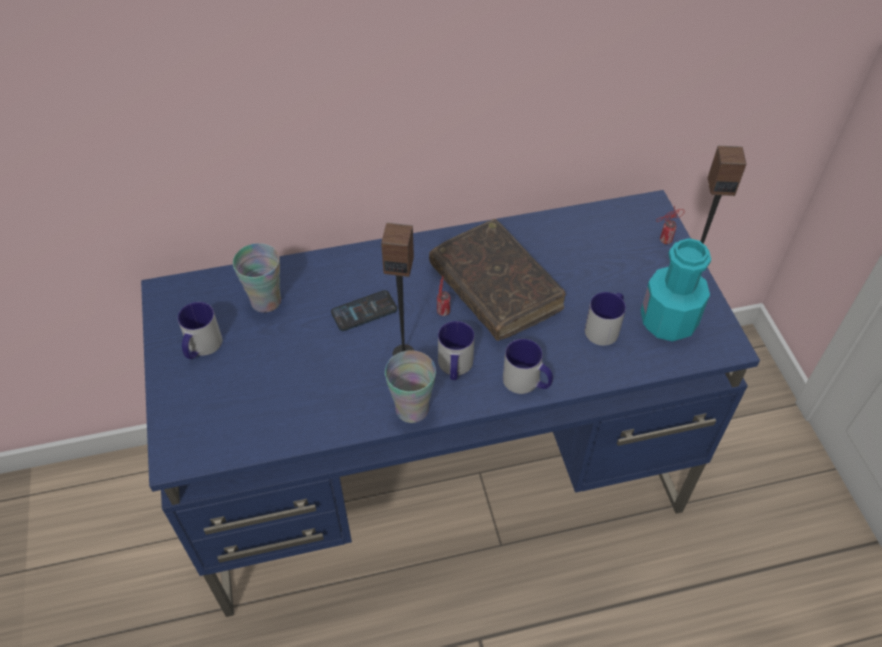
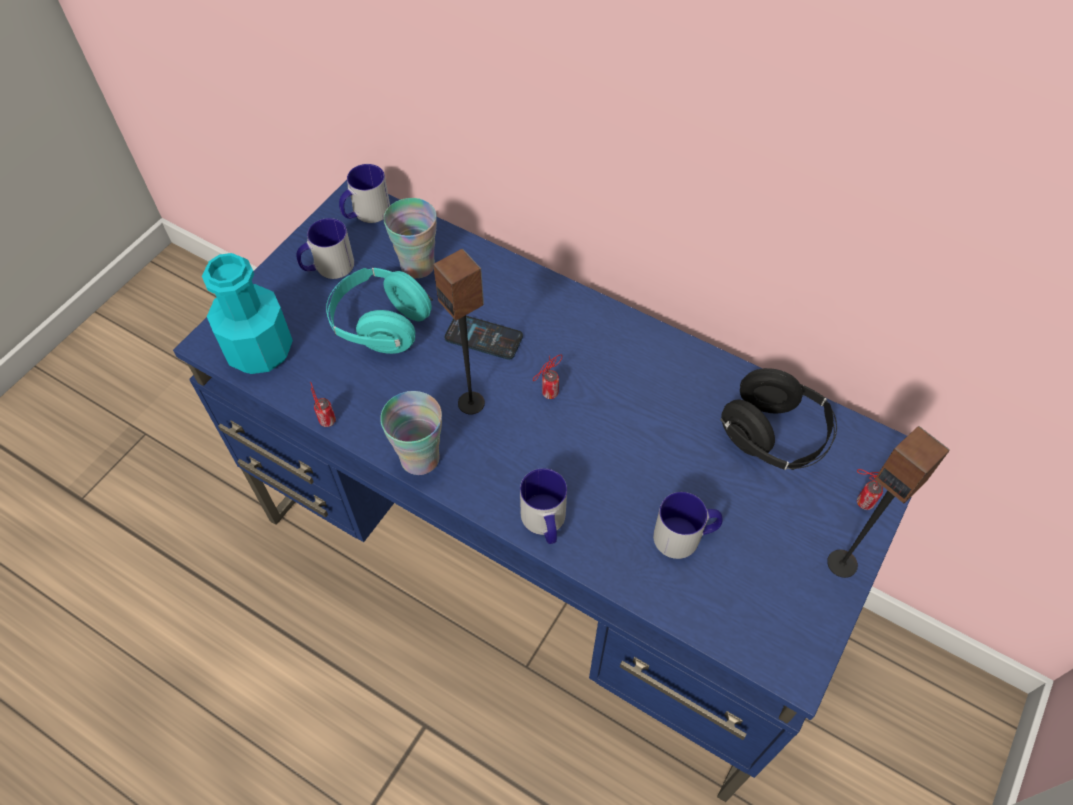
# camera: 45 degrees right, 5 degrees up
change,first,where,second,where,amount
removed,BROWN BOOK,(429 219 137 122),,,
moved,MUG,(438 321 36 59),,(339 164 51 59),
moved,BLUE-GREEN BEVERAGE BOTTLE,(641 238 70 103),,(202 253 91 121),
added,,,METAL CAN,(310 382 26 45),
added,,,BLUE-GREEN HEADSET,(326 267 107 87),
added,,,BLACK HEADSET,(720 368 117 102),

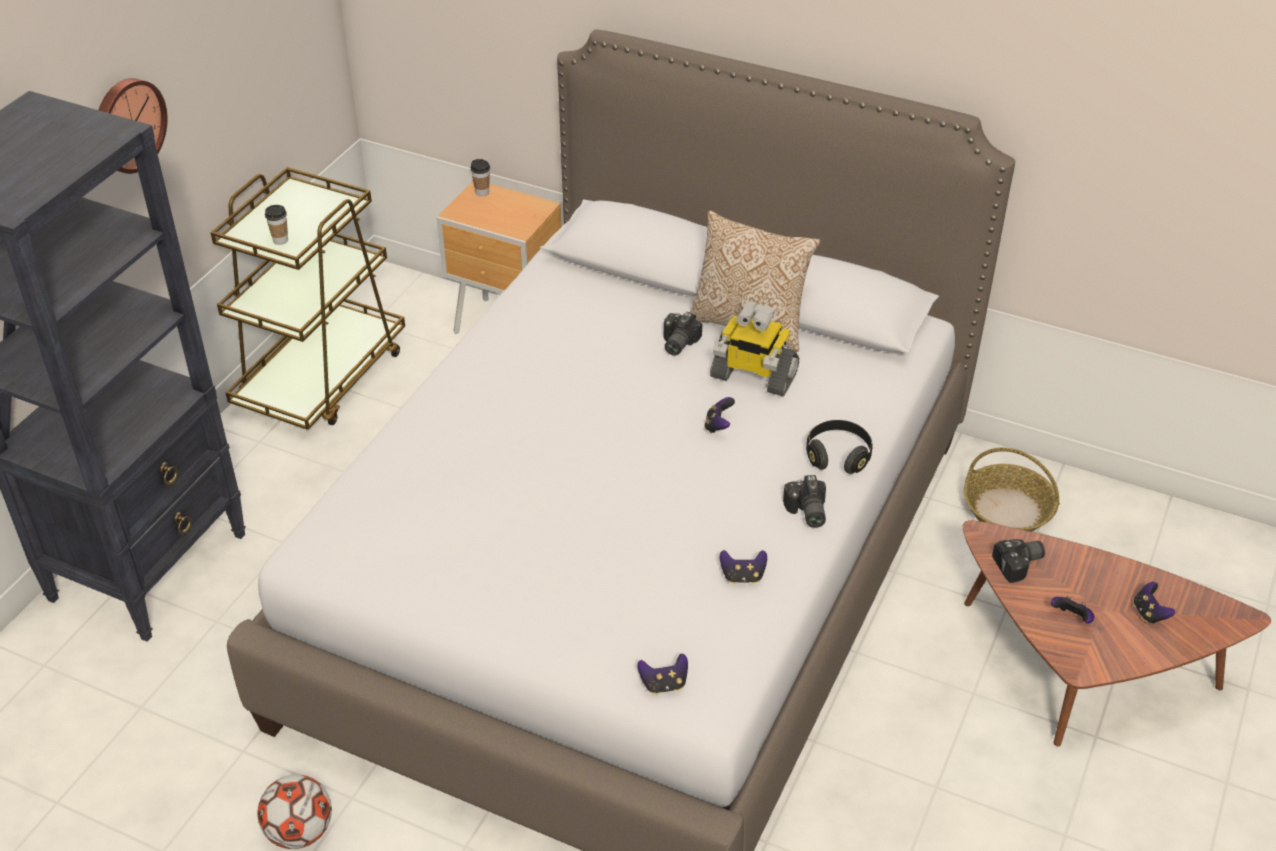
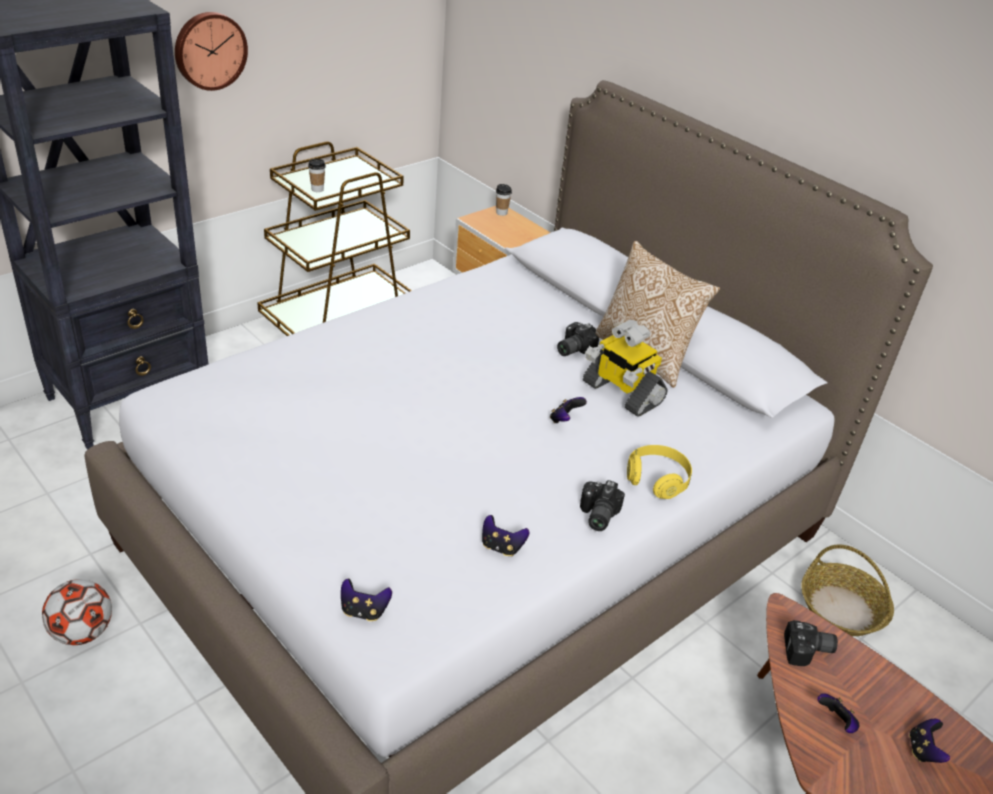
# camera: 20 degrees right, 5 degrees down
change,first,where,second,where,amount
recoloured,BLACK HEADSET,(806 420 67 54),YELLOW HEADSET,(627 445 65 54),

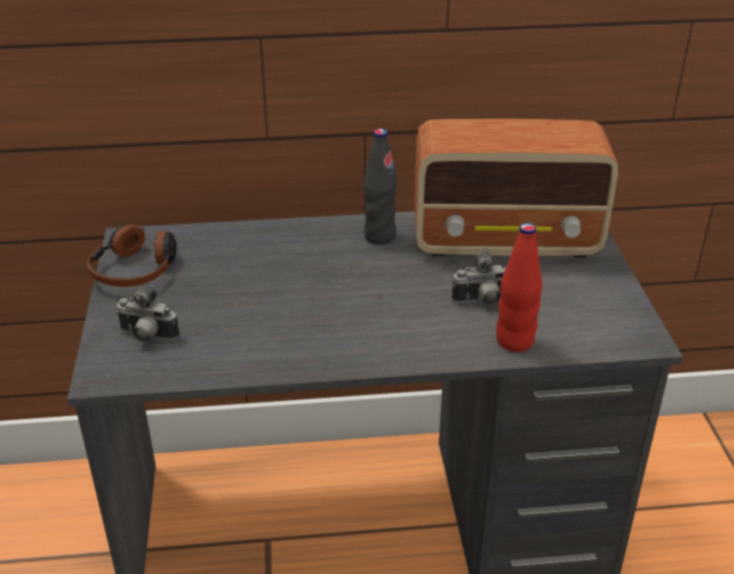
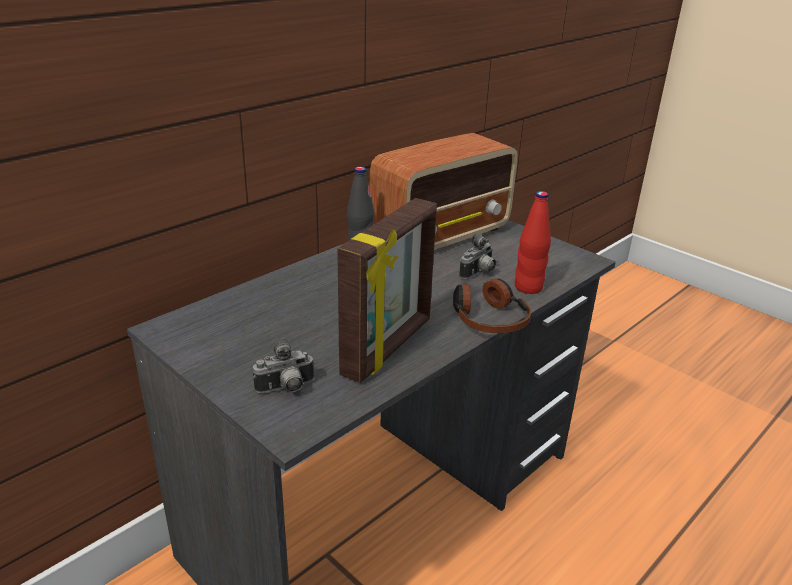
# camera: 40 degrees left, 5 degrees down
change,first,where,second,where,amount
moved,HEADSET,(87 224 90 63),,(453 279 78 54),
added,,,PICTURE FRAME,(337 198 100 185),

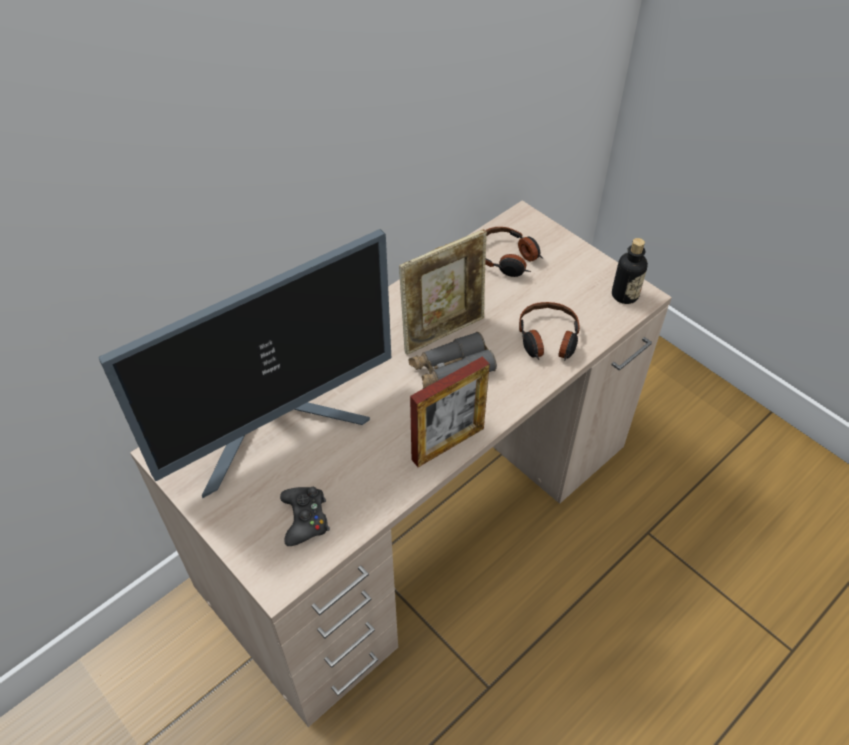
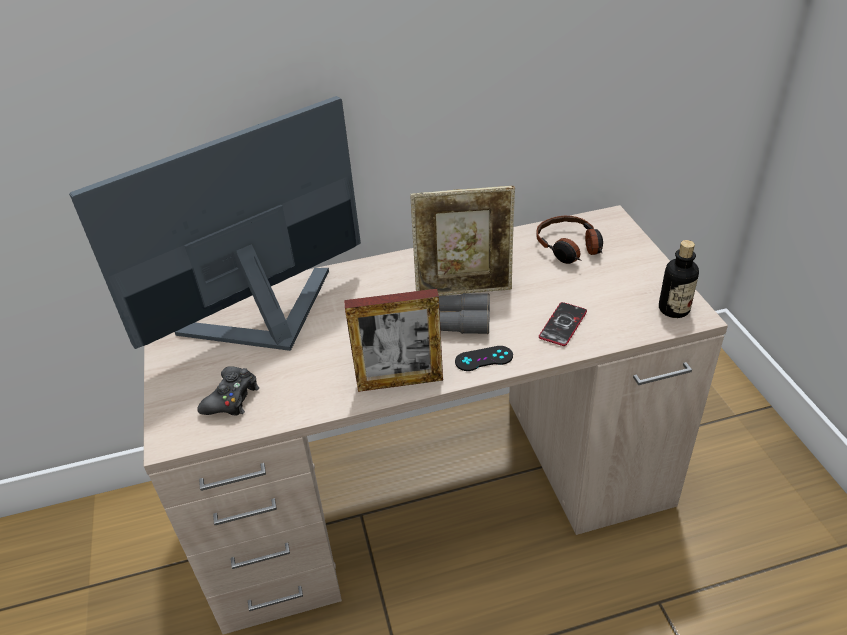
# camera: 30 degrees right, 10 degrees down
change,first,where,second,where,amount
turned,COMPUTER DISPLAY,(99 229 292 269),,(69 96 292 255),150 degrees clockwise
replaced,HEADSET,(519 302 61 59),HANDSET,(539 302 48 44),
added,,,BLACK JOYPAD,(455 346 58 25),

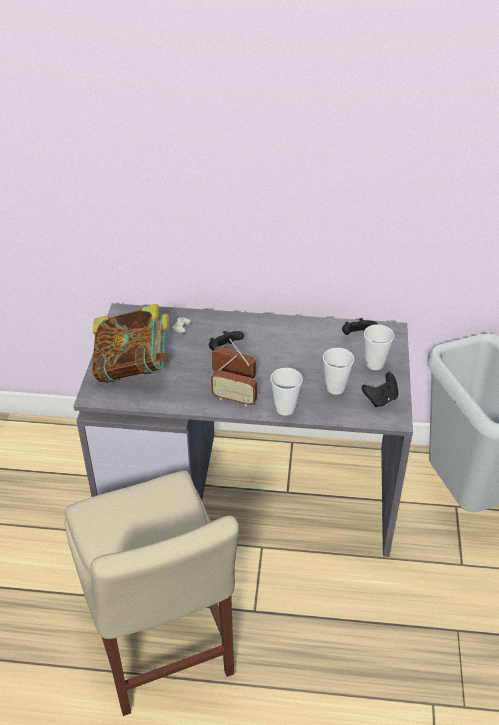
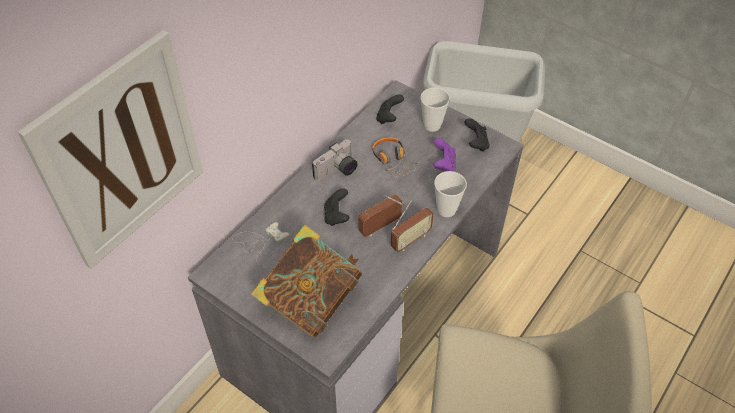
# camera: 60 degrees left, 10 degrees up
change,first,where,second,where,amount
replaced,CUP,(323 348 31 47),PURPLE JOYPAD,(433 138 23 33),
added,,,WALL ART,(18 30 185 239),
added,,,STILL CAMERA,(312 140 46 41),
added,,,HEADSET,(372 137 48 44),

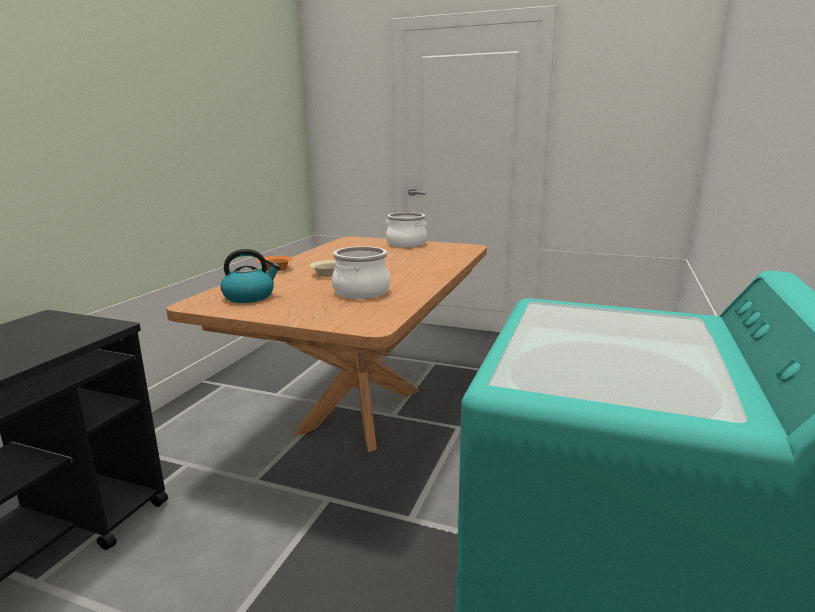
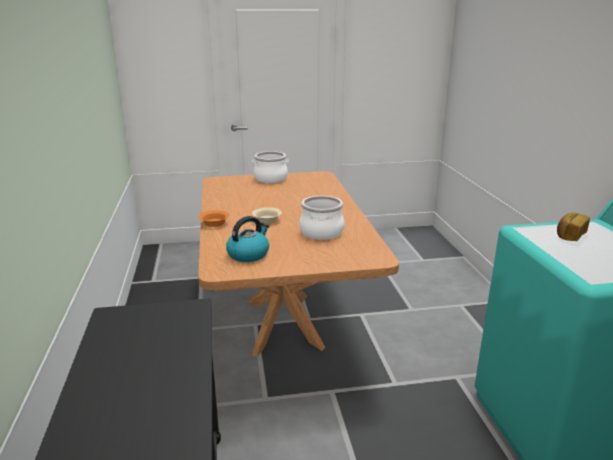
# camera: 30 degrees left, 5 degrees up
change,first,where,second,where,amount
added,,,BAKED BREAD,(557 213 33 28),

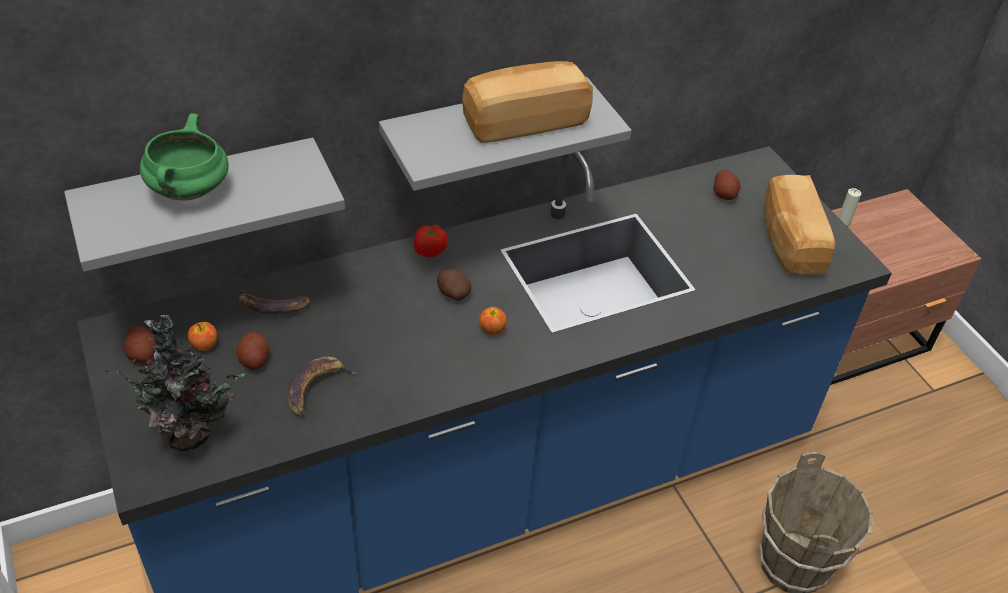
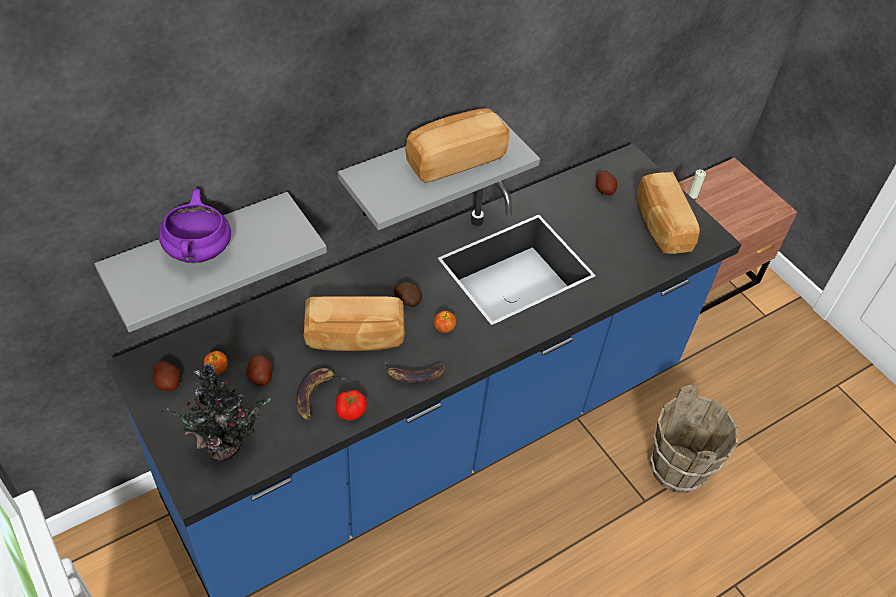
# camera: 10 degrees left, 5 degrees up
change,first,where,second,where,amount
recoloured,GREEN-COLOURED STOCKPOT,(140 113 89 88),PURPLE STOCKPOT,(159 189 72 74),
moved,BANANA,(238 289 73 25),,(384 361 61 22),
moved,WHOLE TOMATO,(413 225 35 33),,(335 390 32 31),
added,,,BAKED BREAD,(304 296 101 55),

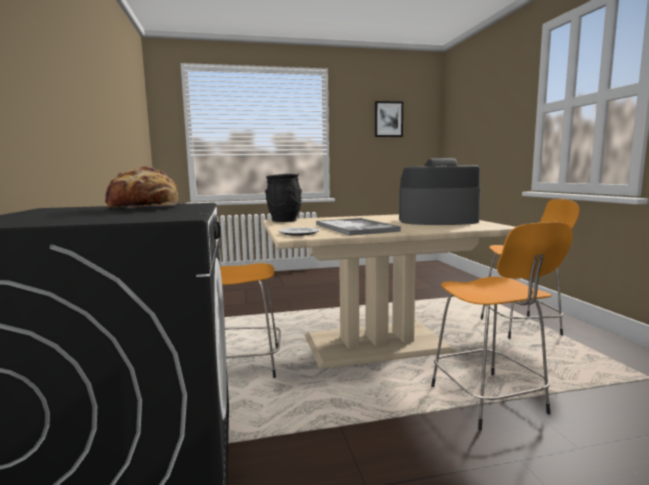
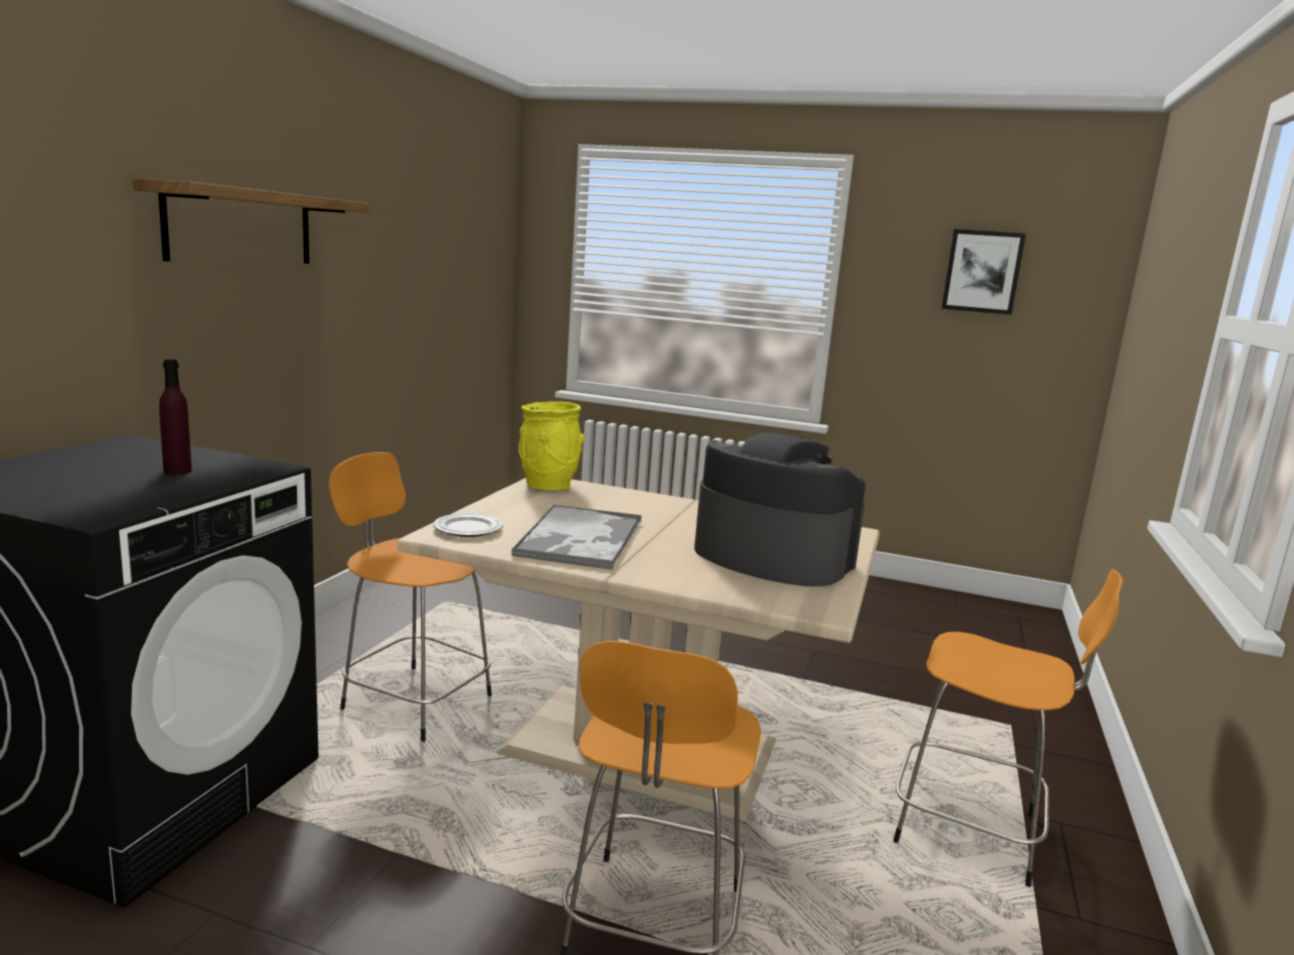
# camera: 30 degrees right, 5 degrees up
change,first,where,second,where,amount
replaced,BAKED BREAD,(105 166 74 44),PURPLE BEVERAGE BOTTLE,(159 359 33 115),
recoloured,BLACK DECORATIVE VASE,(265 174 37 48),YELLOW DECORATIVE VASE,(518 402 67 89),
added,,,SHELF,(133 178 237 85),

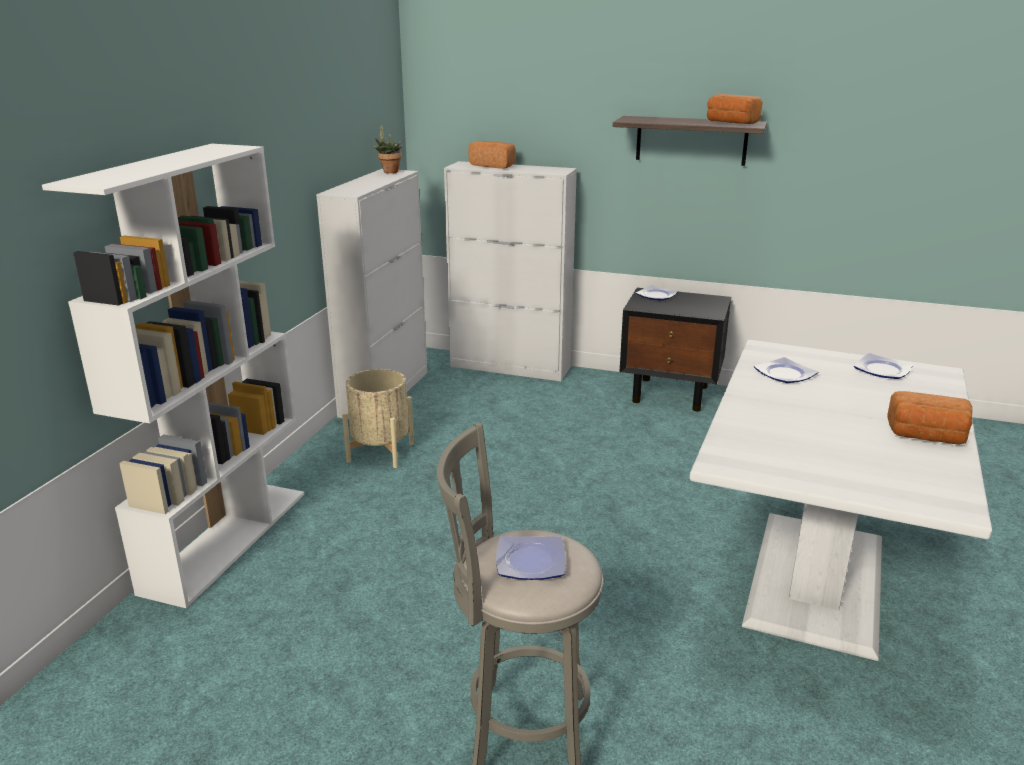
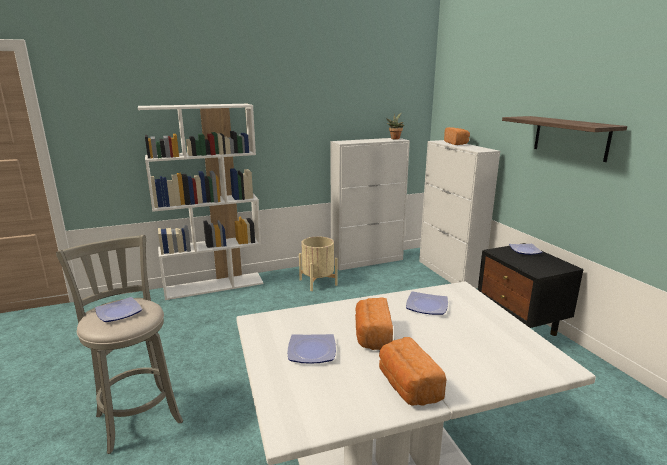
# camera: 50 degrees right, 5 degrees down
change,first,where,second,where,amount
moved,BAKED BREAD,(707 94 56 30),,(355 297 38 53),
moved,DINNER PLATE,(854 353 59 26),,(288 334 48 29),

